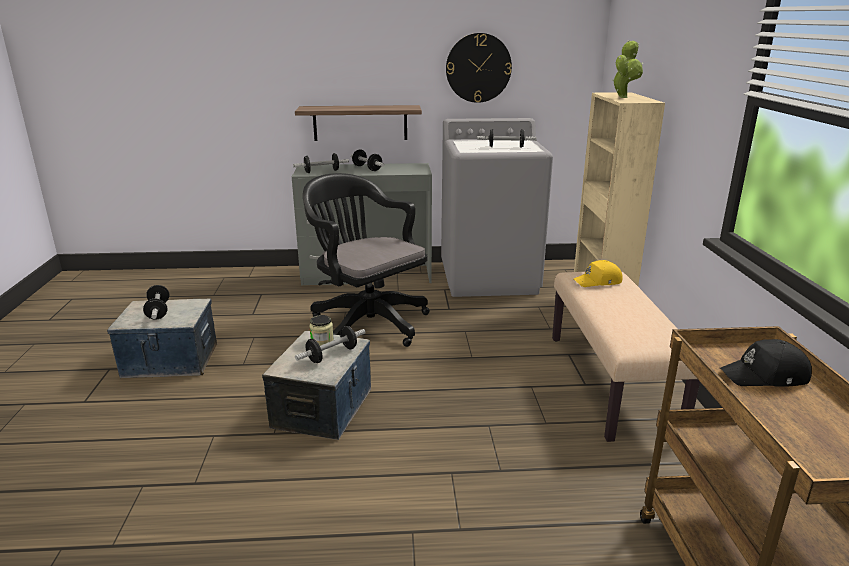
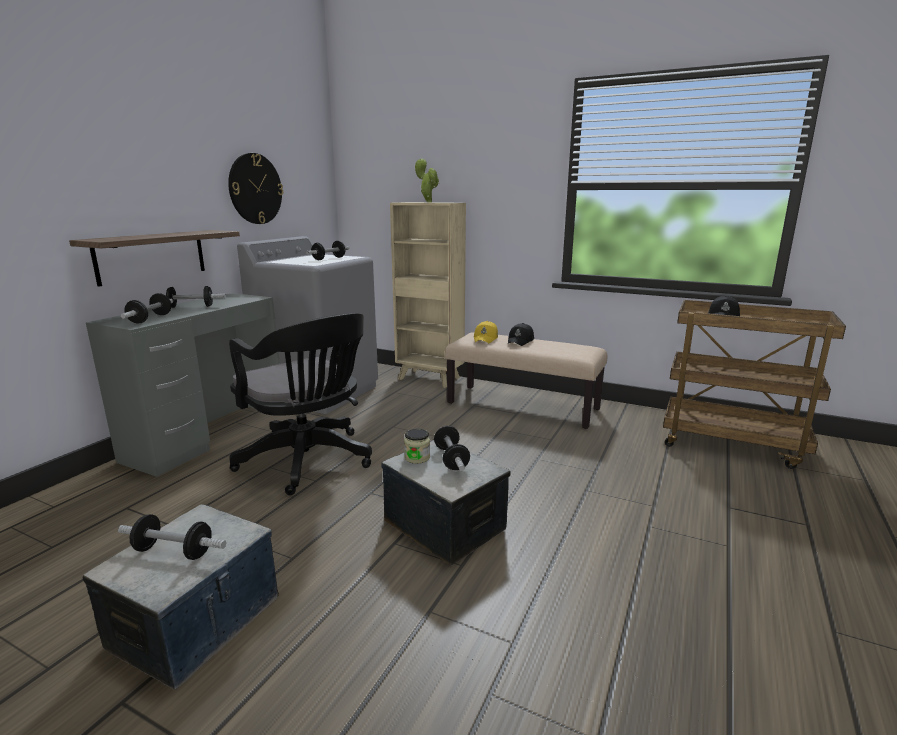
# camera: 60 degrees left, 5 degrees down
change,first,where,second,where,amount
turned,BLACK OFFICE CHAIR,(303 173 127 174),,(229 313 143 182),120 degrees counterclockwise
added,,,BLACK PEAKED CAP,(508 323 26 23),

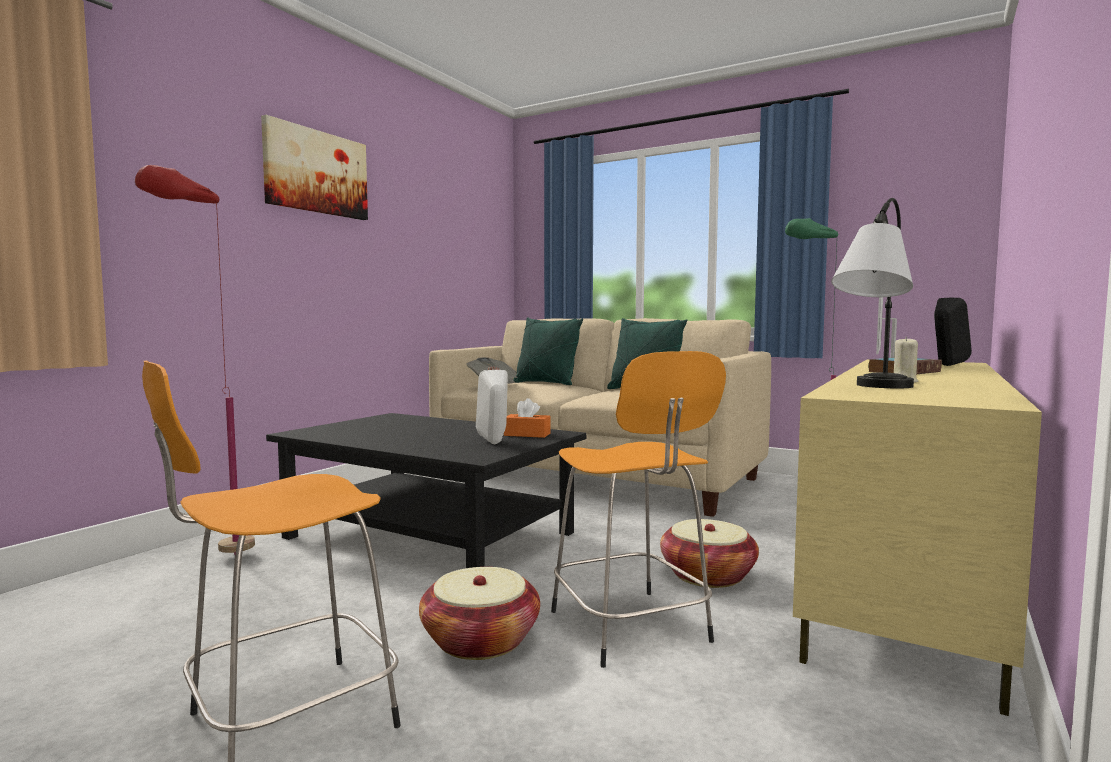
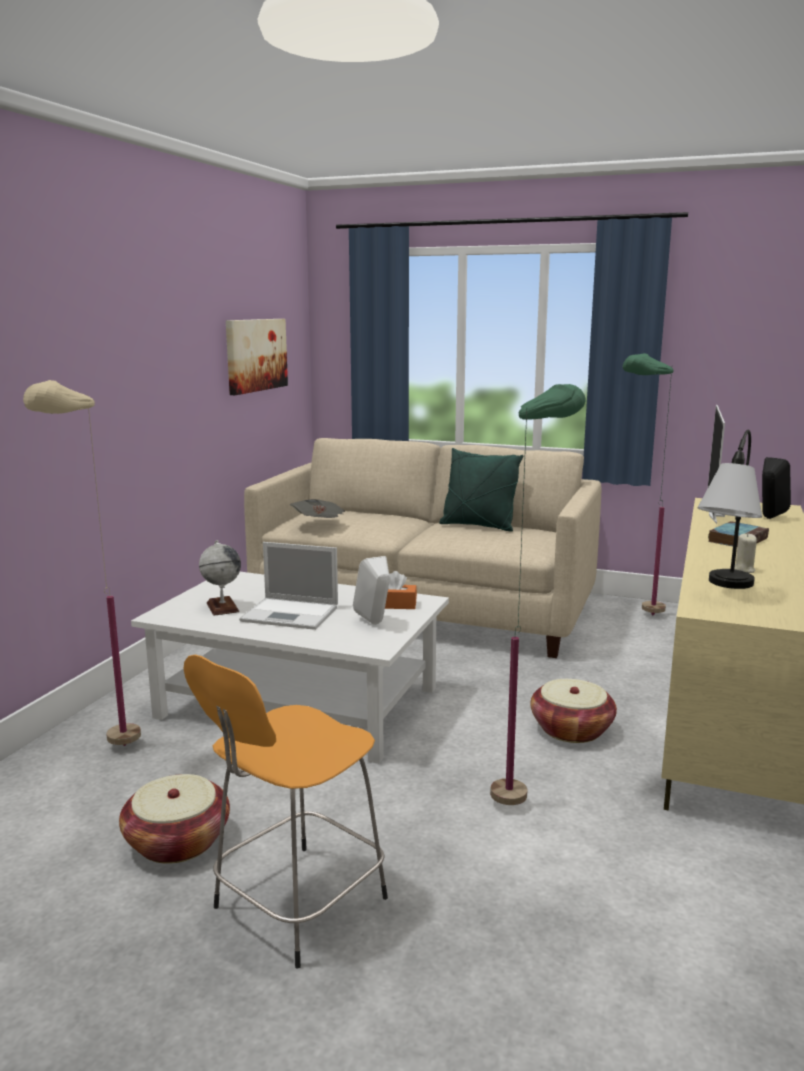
# camera: 10 degrees left, 10 degrees up
change,first,where,second,where,amount
recoloured,RED-COLOURED STANDING LAMP,(135 165 120 390),SAND-COLOURED STANDING LAMP,(23 380 118 366),
moved,WALL ART,(261 115 107 105),,(226 319 62 76),
recoloured,BLACK LOW TABLE,(266 413 320 155),WHITISH LOW TABLE,(131 572 318 192),
moved,BASKET,(419 567 121 93),,(119 774 111 90),
removed,GREEN-COLOURED PILLOW,(513 317 70 68),,,
replaced,ORANGE STOOL,(551 351 175 317),GREEN-COLOURED STANDING LAMP,(490 384 96 421),
added,,,WORLD GLOBE,(199 540 42 76),
added,,,PORTABLE COMPUTER,(239 542 99 88),

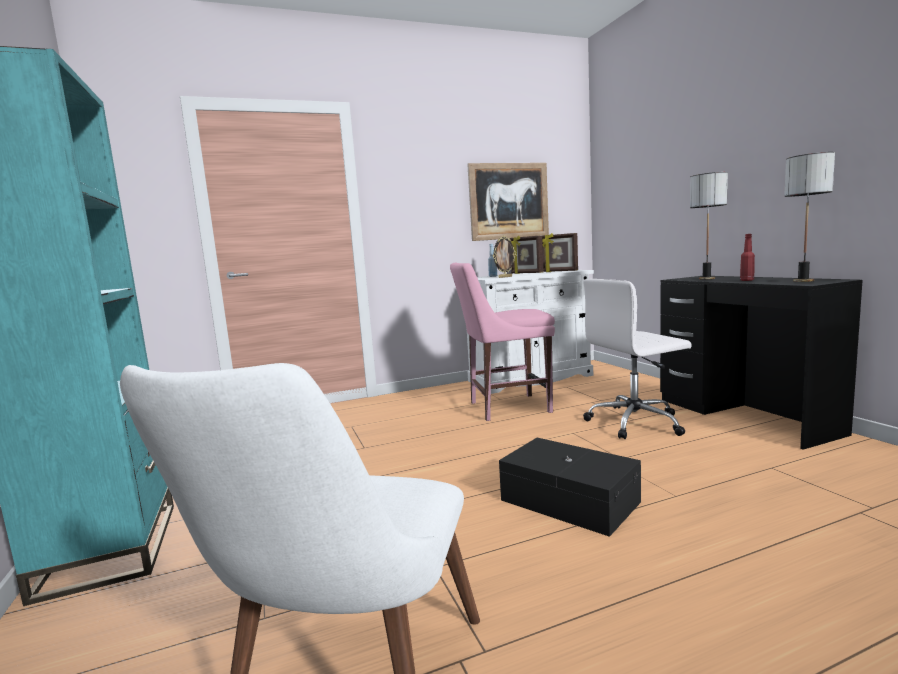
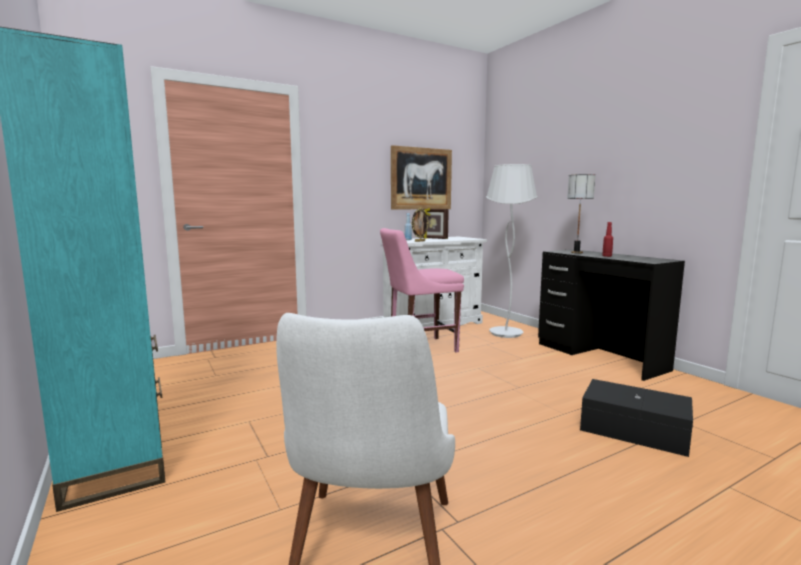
# camera: 10 degrees left, 0 degrees up
change,first,where,second,where,amount
moved,BLACK STORAGE CONTAINER,(499 438 142 99),,(580 379 113 78),
removed,PICTURE FRAME,(542 233 36 39),,,
removed,WHITISH OFFICE CHAIR,(583 279 108 160),,,
removed,LAMP FOR A TABLE,(784 152 51 130),,,
added,,,WHITISH STANDING LAMP,(486 164 52 174),

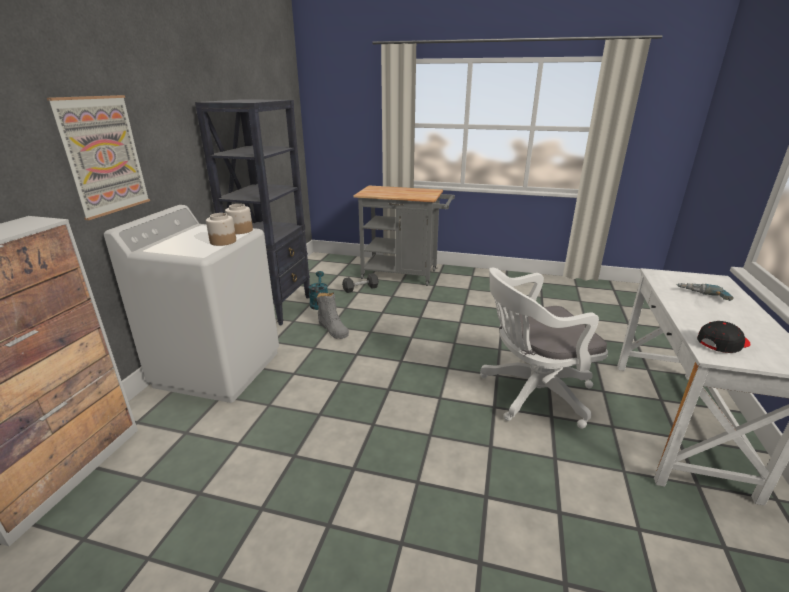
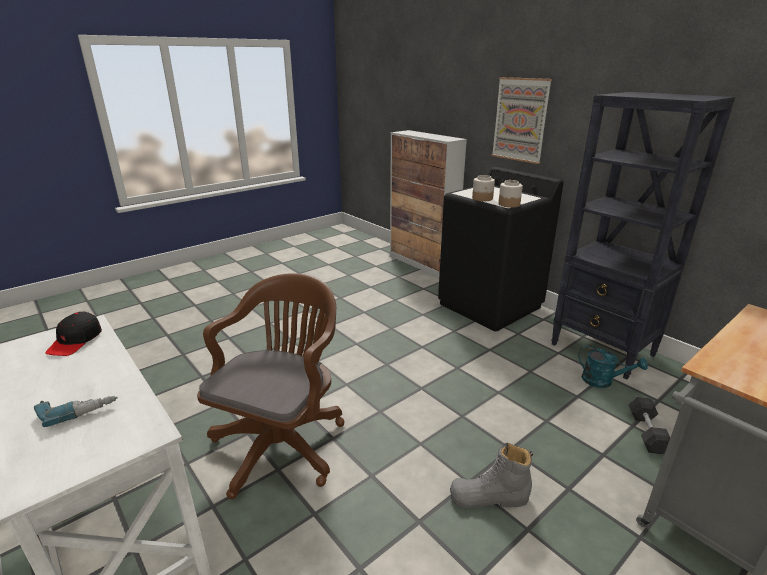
# camera: 125 degrees right, 0 degrees up
change,first,where,second,where,amount
recoloured,WHITISH LAUNDRY MACHINE,(104 205 175 198),BLACK LAUNDRY MACHINE,(438 167 126 164),
moved,GREYISH HIGH-TOP BOOT,(317 292 32 47),,(450 443 83 65),
recoloured,WHITISH OFFICE CHAIR,(480 268 128 161),BROWN OFFICE CHAIR,(197 273 148 226),

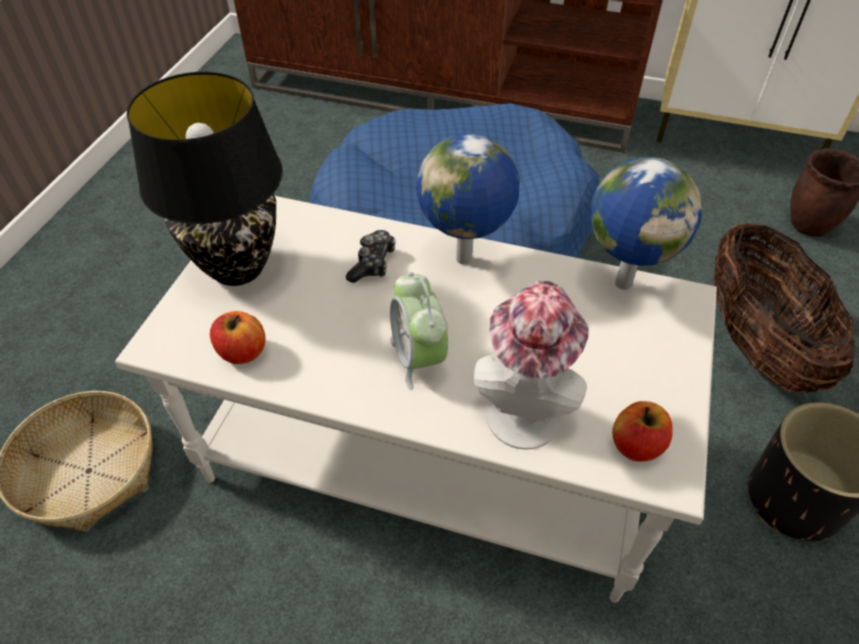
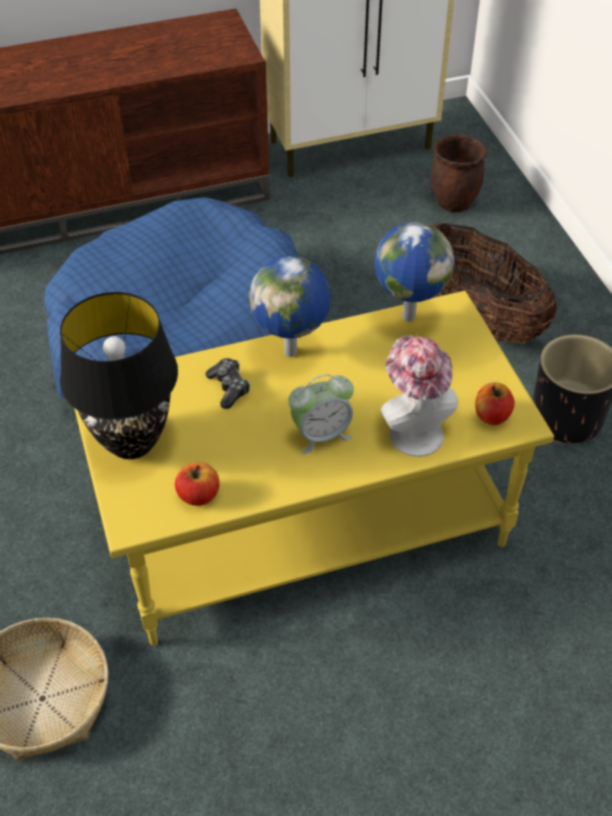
# camera: 35 degrees left, 0 degrees up
change,first,where,second,where,amount
recoloured,WHITISH LOW TABLE,(115 196 602 407),YELLOW LOW TABLE,(74 291 480 355),
turned,ALARM CLOCK,(390 272 58 118),,(288 374 66 80),60 degrees counterclockwise

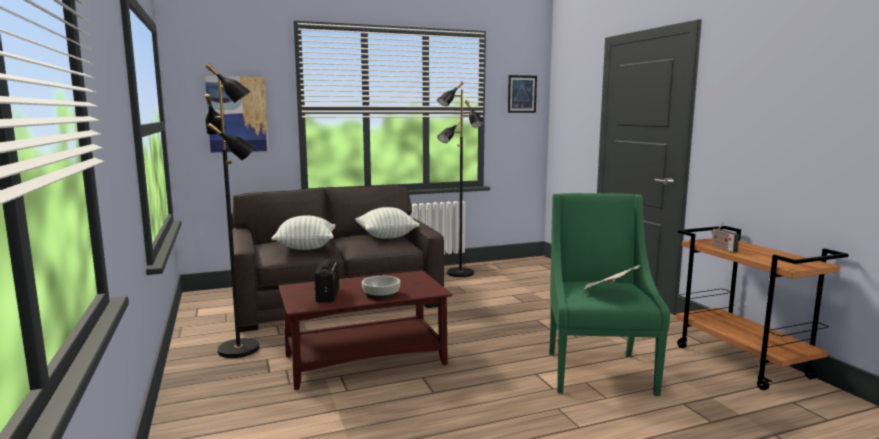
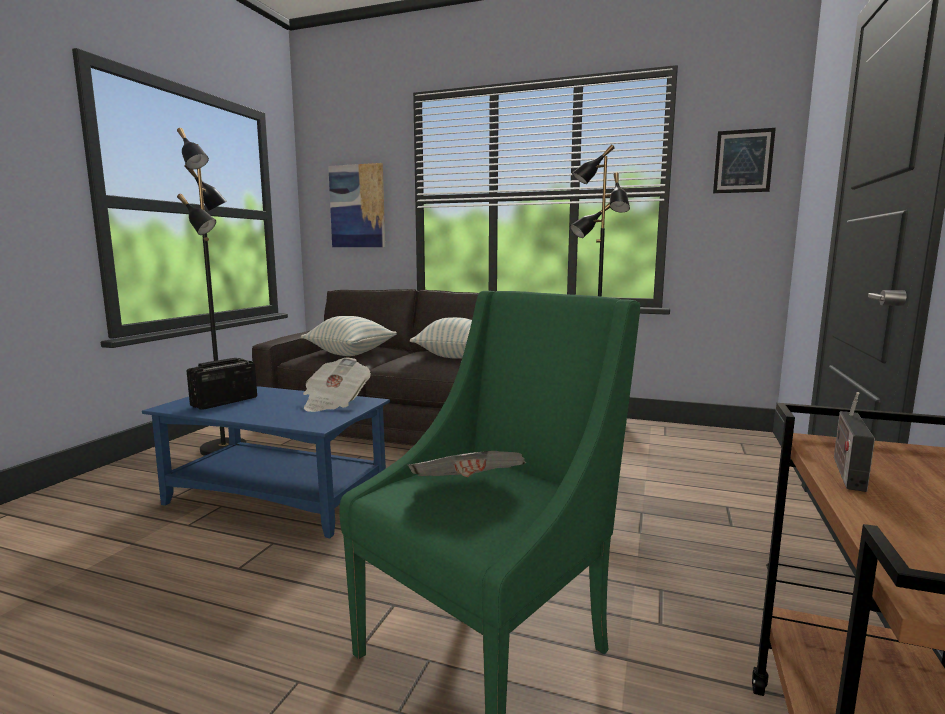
# camera: 40 degrees right, 0 degrees up
change,first,where,second,where,amount
recoloured,BROWN LOW TABLE,(278 270 174 120),BLUE-COLOURED LOW TABLE,(142 386 248 152),
removed,DEEP DISH,(362 276 38 23),,,
added,,,DAILY PAPER,(303 358 67 54),

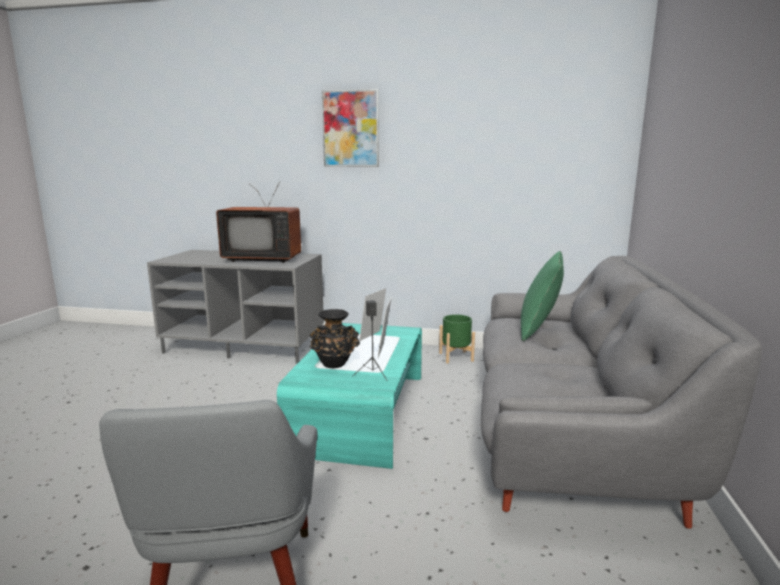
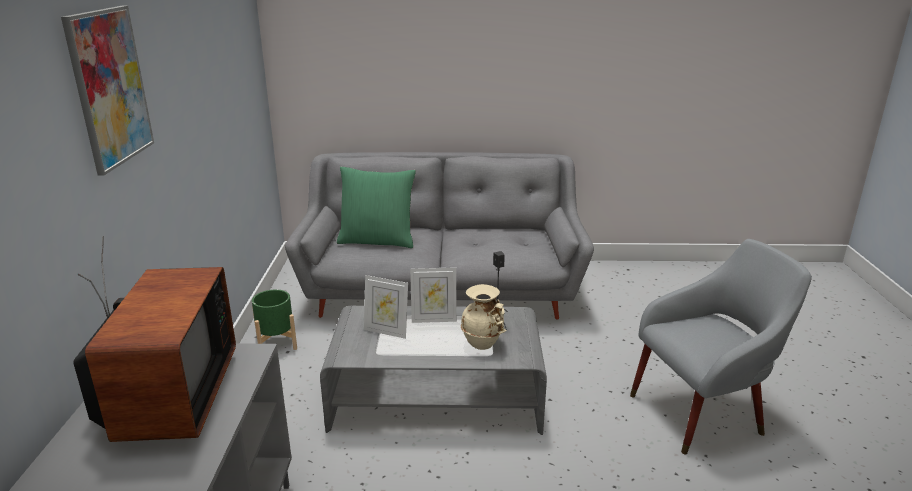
# camera: 100 degrees left, 10 degrees up
change,first,where,second,where,amount
recoloured,BLUE-GREEN LOW TABLE,(277 323 145 146),GREYISH LOW TABLE,(320 306 227 129),
recoloured,BLACK DECORATIVE VASE,(309 309 51 59),SAND-COLOURED DECORATIVE VASE,(461 284 46 66),

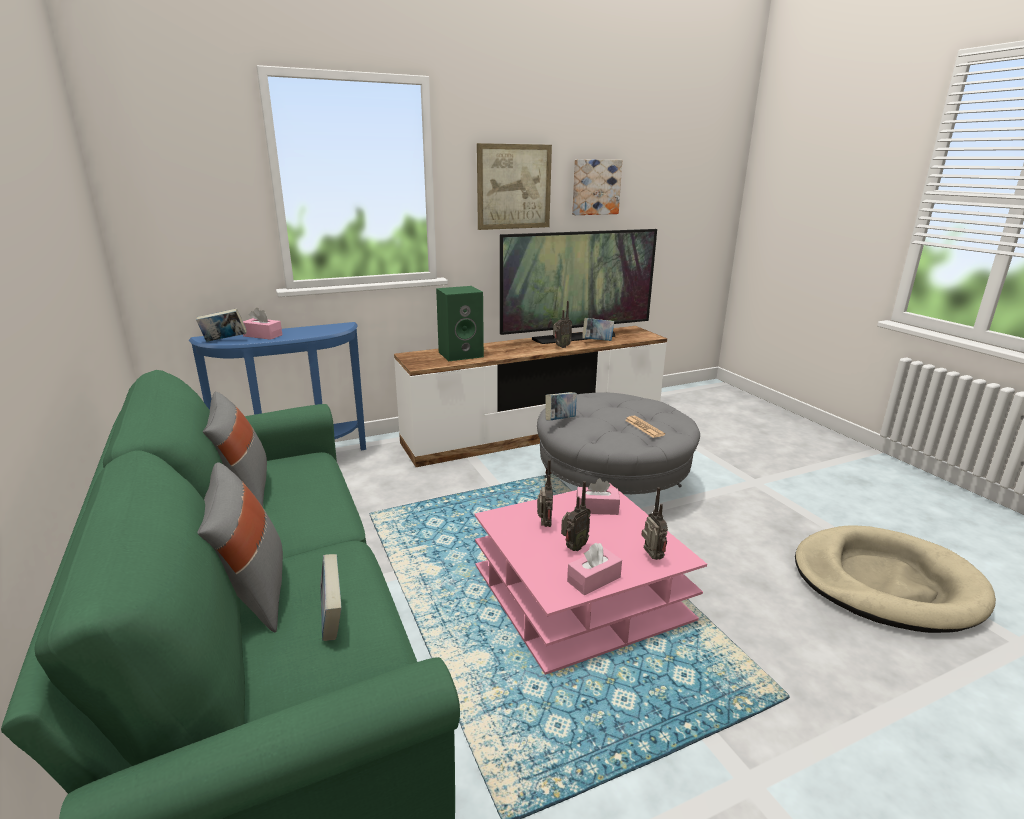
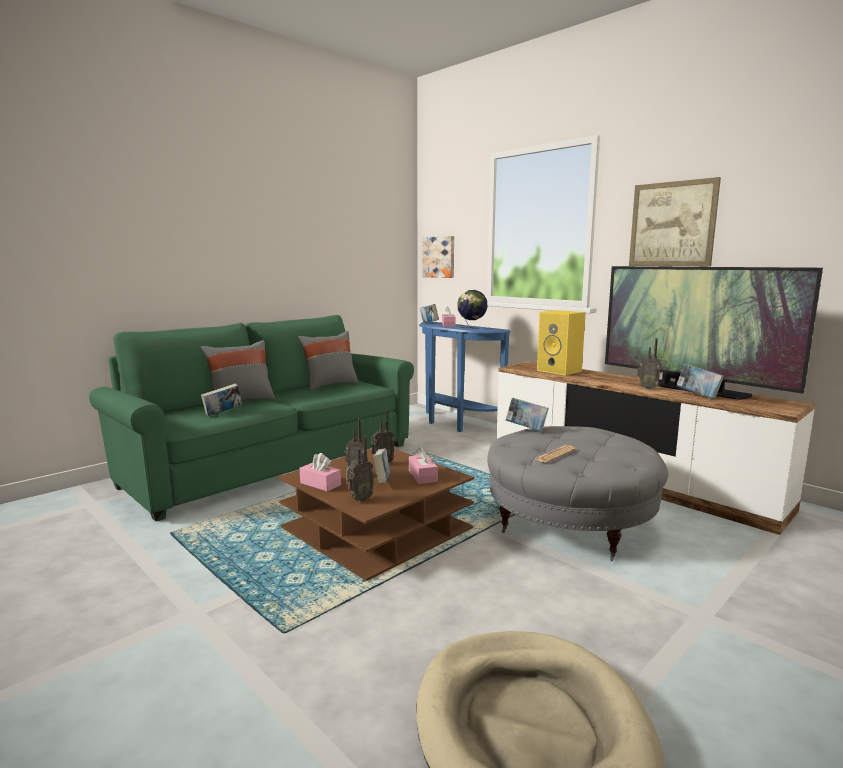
# camera: 70 degrees right, 10 degrees down
change,first,where,second,where,amount
recoloured,GREEN-COLOURED LOUDSPEAKER,(436 286 48 75),YELLOW LOUDSPEAKER,(537 310 49 66),
recoloured,PINK-COLOURED LOW TABLE,(475 483 232 192),BROWN LOW TABLE,(278 449 196 132),
moved,WALL ART,(572 159 50 56),,(422 236 32 42),
added,,,BOOK,(373 448 17 36),
added,,,WORLD GLOBE,(457 290 31 39),

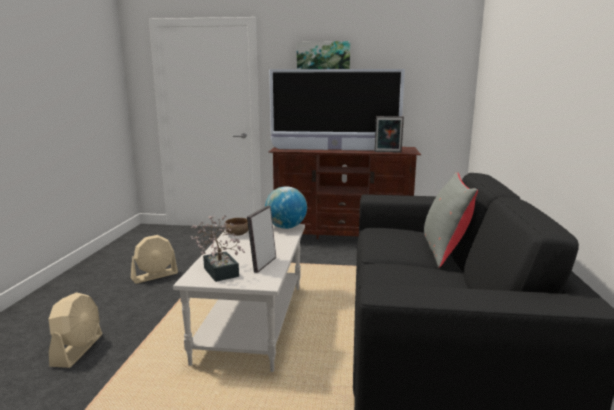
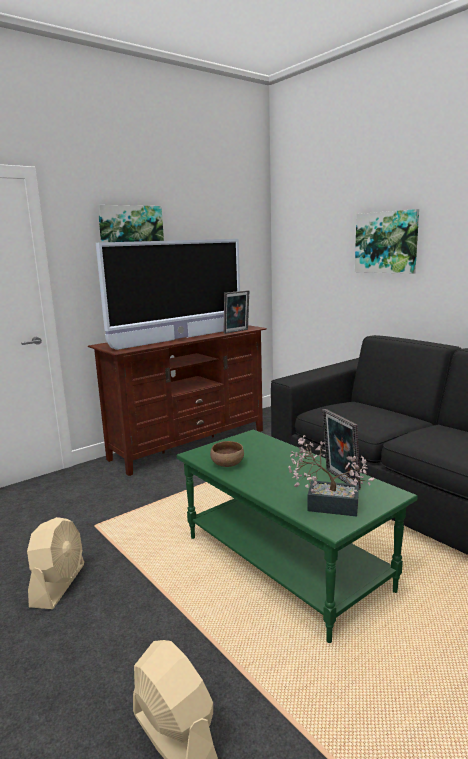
# camera: 45 degrees left, 0 degrees up
change,first,where,second,where,amount
recoloured,WHITISH LOW TABLE,(173 224 132 148),GREEN-COLOURED LOW TABLE,(177 429 241 214),
removed,WORLD GLOBE,(265 186 42 43),,,
removed,GREYISH PILLOW,(424 172 54 96),,,
added,,,WALL ART,(355 209 64 65),

